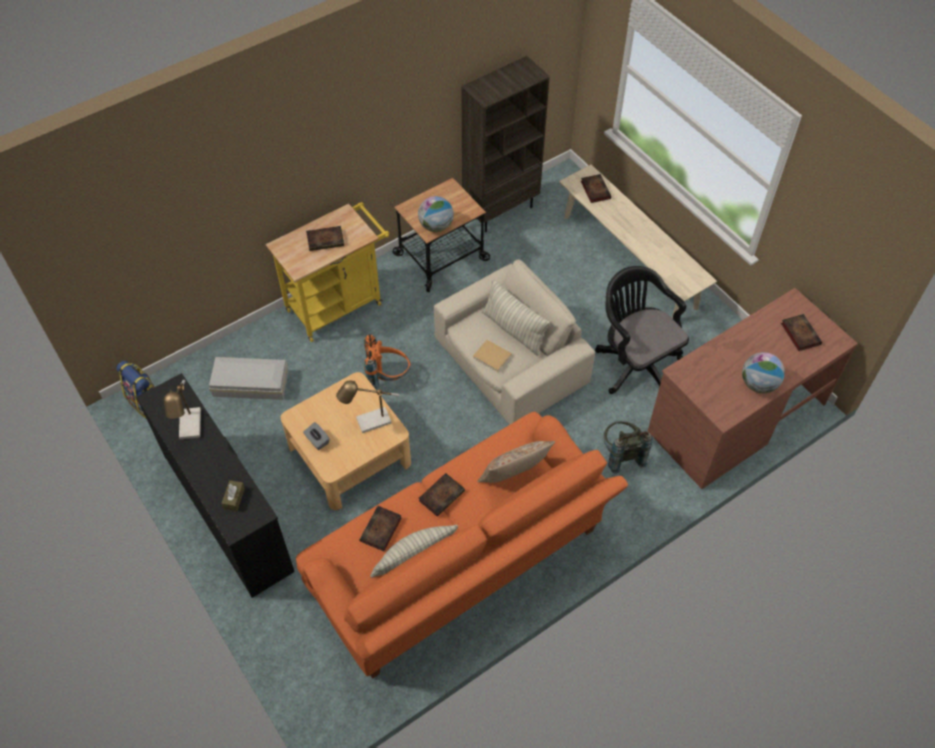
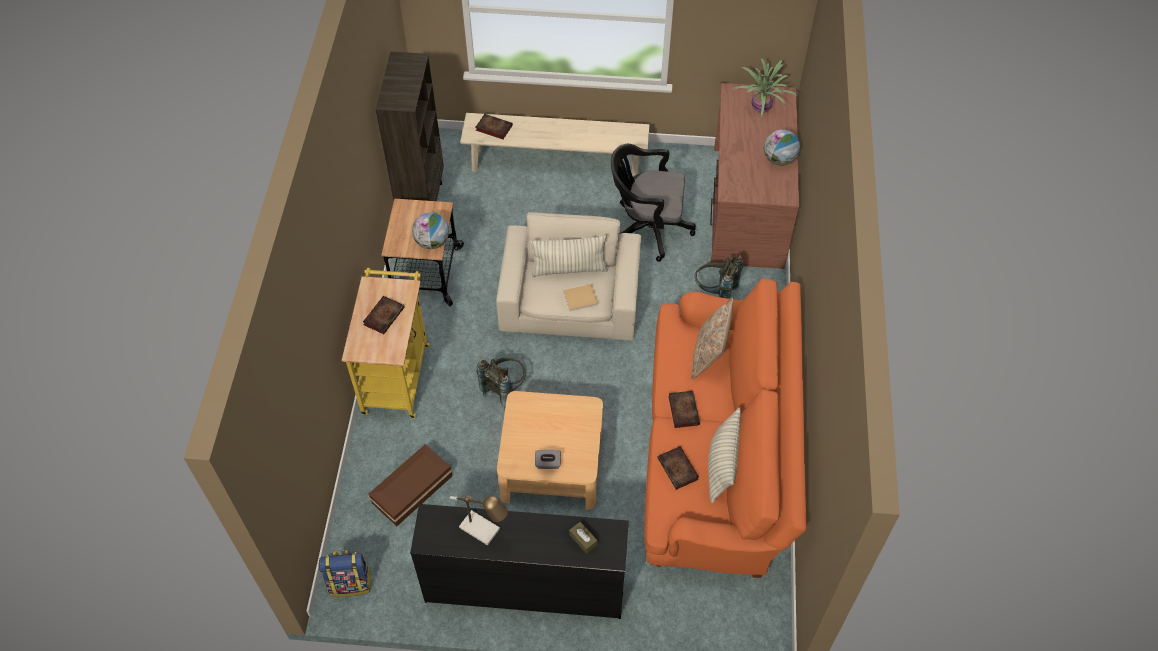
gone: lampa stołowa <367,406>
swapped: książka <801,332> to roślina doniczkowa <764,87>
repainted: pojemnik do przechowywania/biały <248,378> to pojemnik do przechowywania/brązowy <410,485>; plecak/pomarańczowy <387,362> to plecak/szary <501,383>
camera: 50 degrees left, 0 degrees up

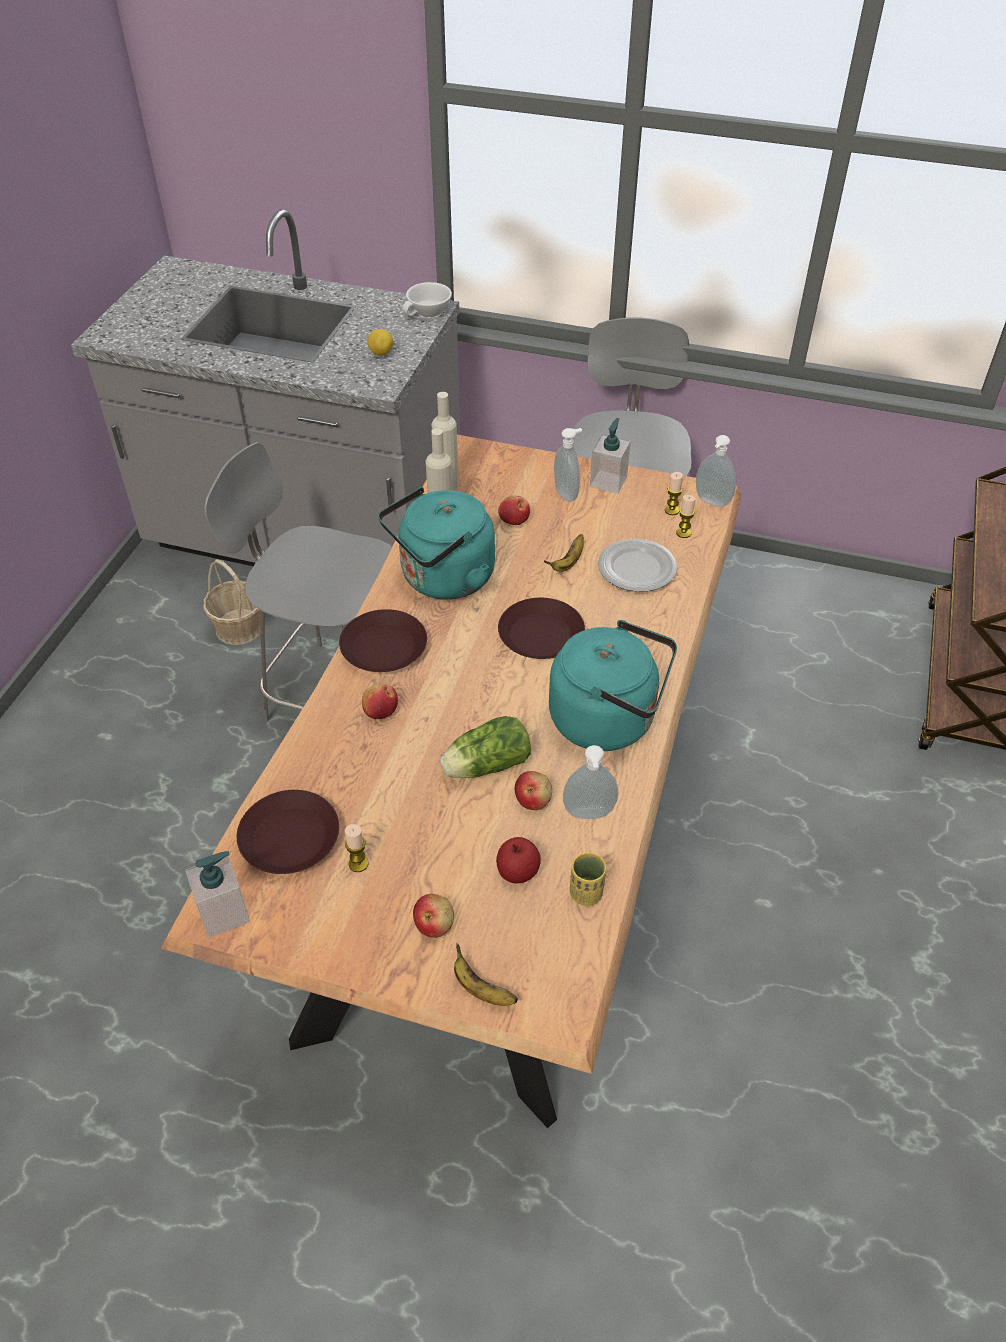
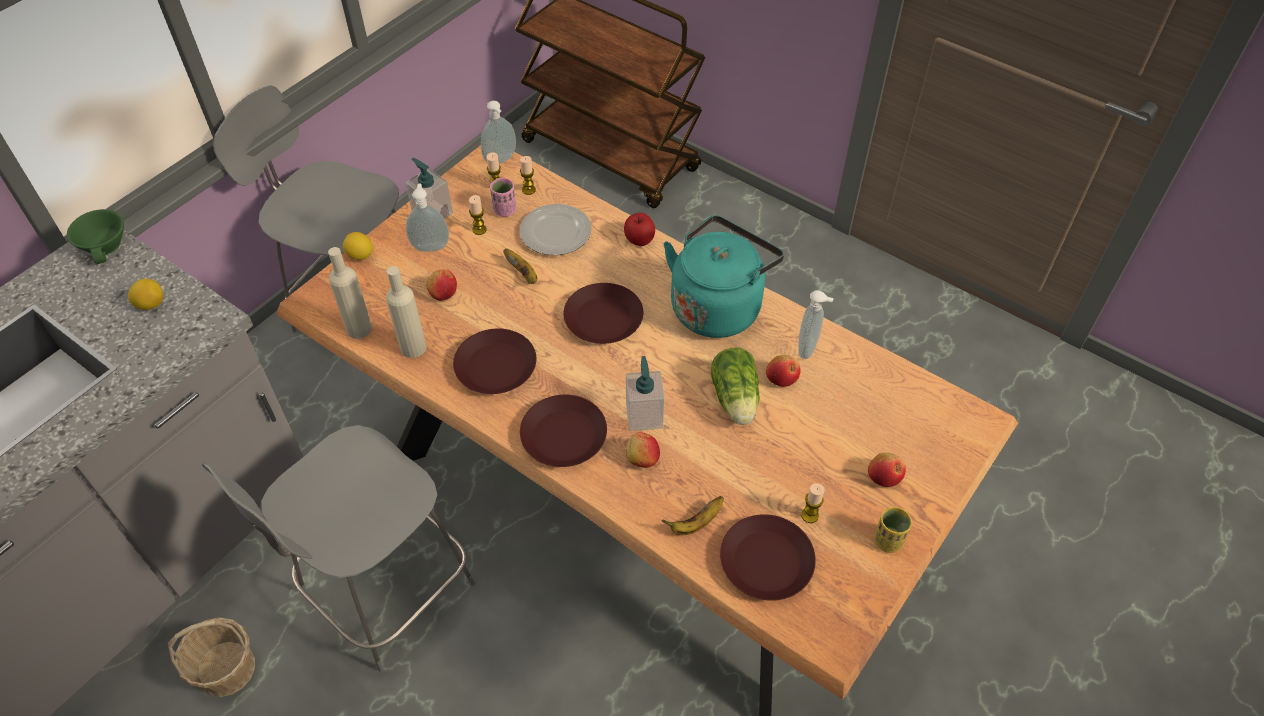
new: cytryna <358,246>; świeca <478,215>; filiżanka/różowy <503,197>
shifted: dozownik mydła <217,894> to <645,393>; banan <486,974> to <692,515>; jabłko <518,860> to <639,229>; filiżanka/żółty <588,879> to <893,530>
swapped: czajnik/turkusowy <436,543> to talerz/brązowy <494,361>
repainted: filiżanka/biały <427,300> to filiżanka/zielony <95,236>
camera: 70 degrees left, 5 degrees up

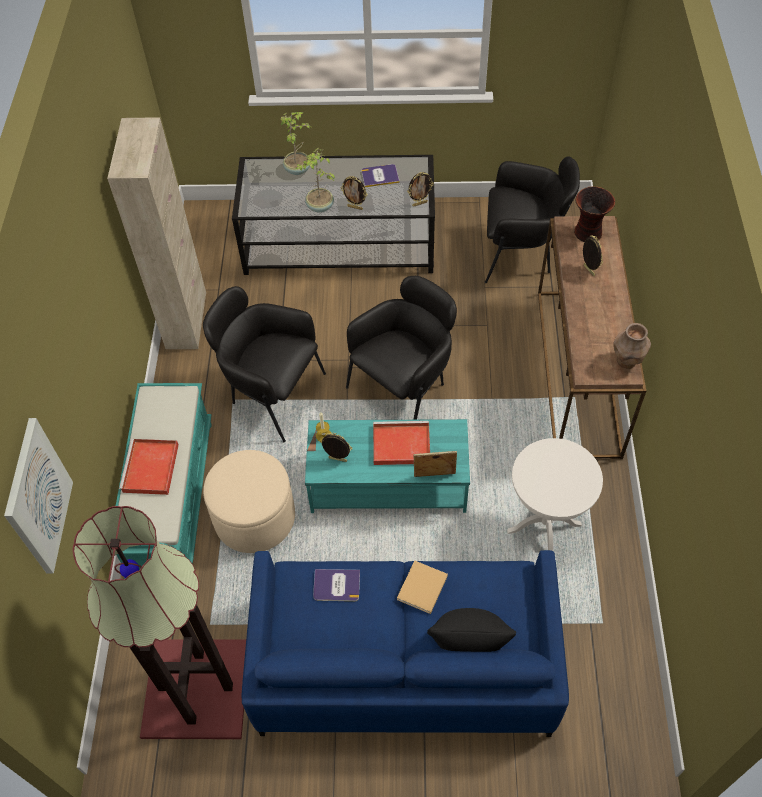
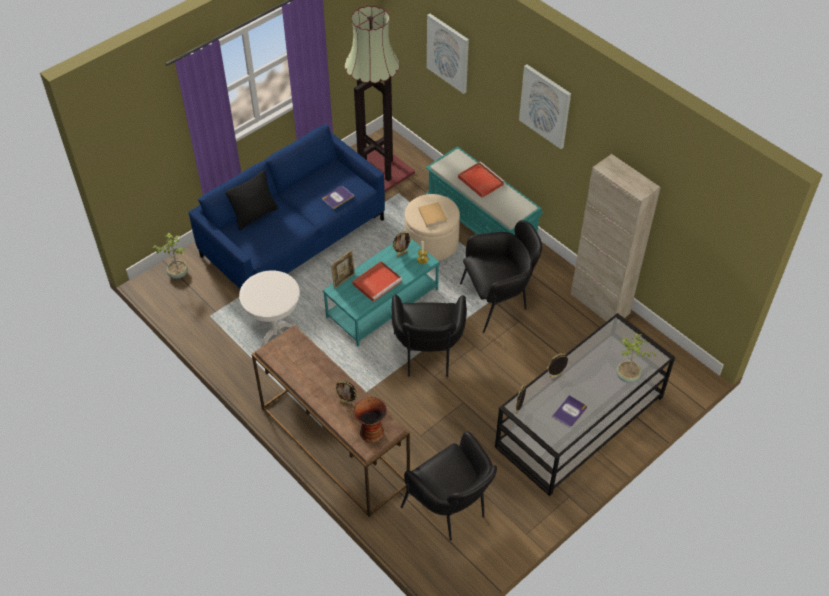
gone: wazon/brązowy <632,346>
new: obraz <545,107>
shifted: roślina doniczkowa <315,180> to <170,256>; książka/beżowy <422,587> to <432,214>
rotated: fotel/czarny <532,219> = <449,486> 90 degrees counterclockwise
camera: 135 degrees right, 5 degrees down

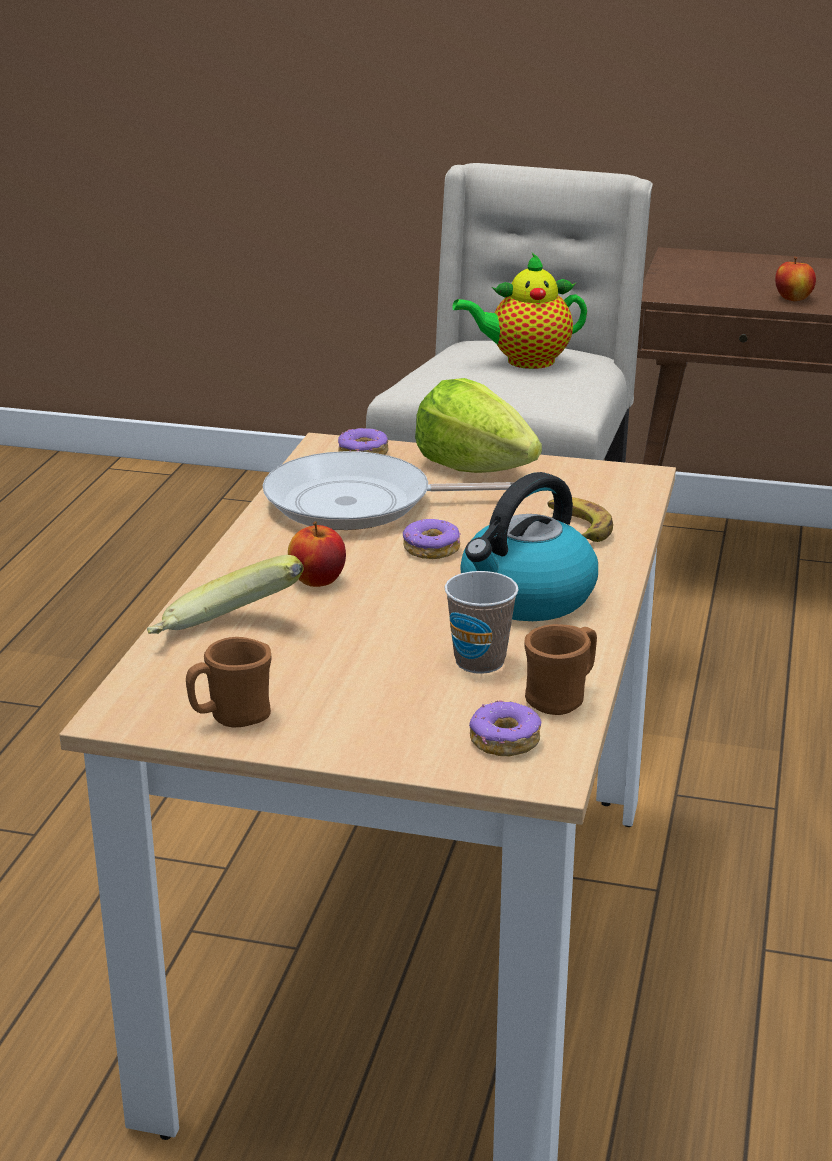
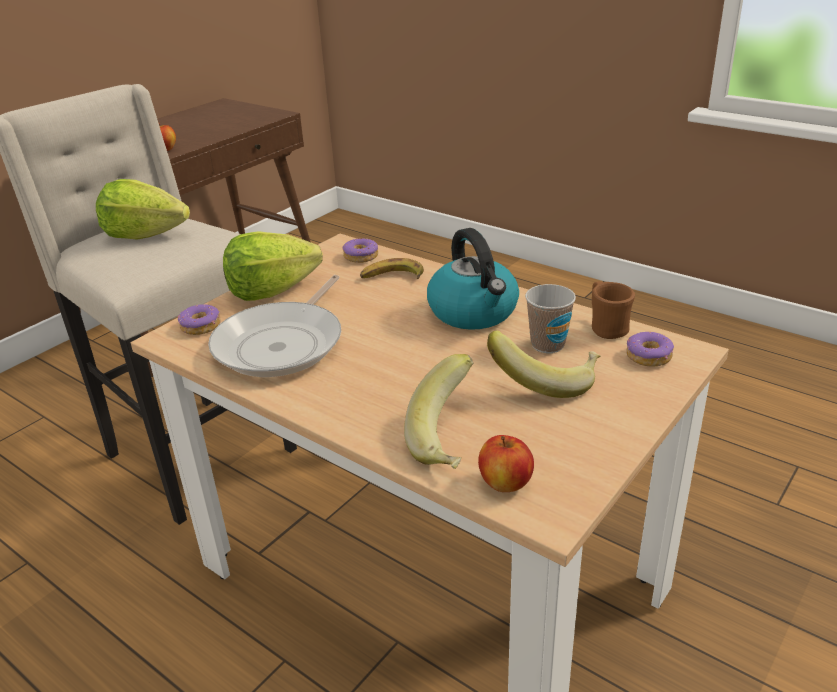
gone: kubek/brązowy <229,682>
new: banan <544,364>
shifted: jabłko <317,554> to <506,463>; donut <432,539> to <360,250>
swapped: imbryk <519,311> to sałata <143,209>
camera: 65 degrees left, 5 degrees up

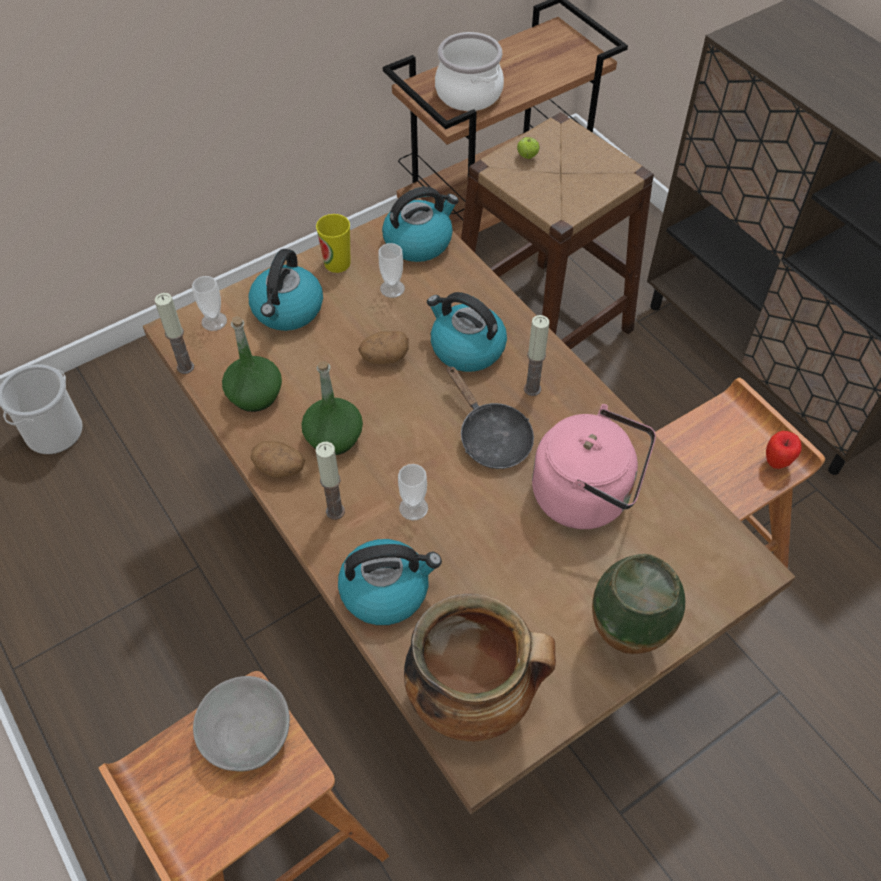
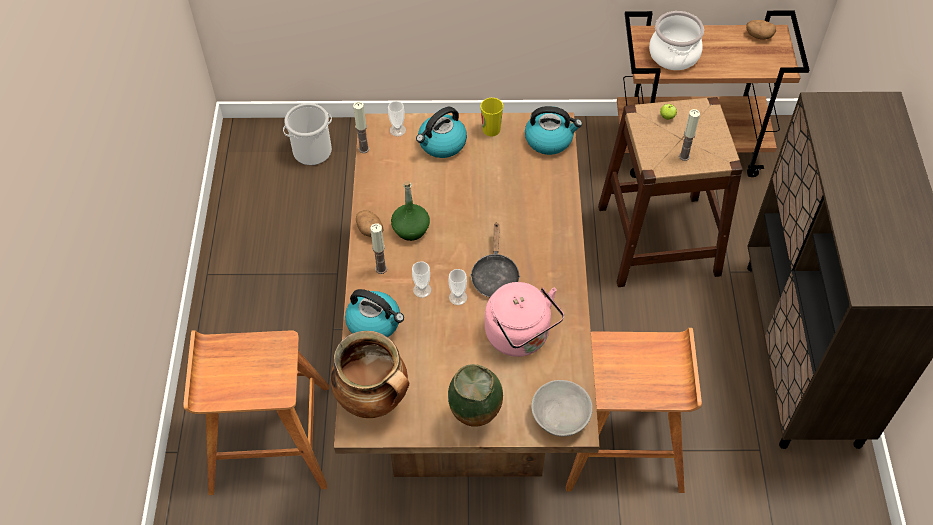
gone: butelka/zielony <252,364>; czajnik <467,332>; jabłko <784,450>
shifted: miska/szary <241,724> to <562,408>; ziemniak <383,347> to <761,30>; filiżanka <391,270> to <458,287>; świeca <536,355> to <689,135>
camera: 35 degrees right, 0 degrees up

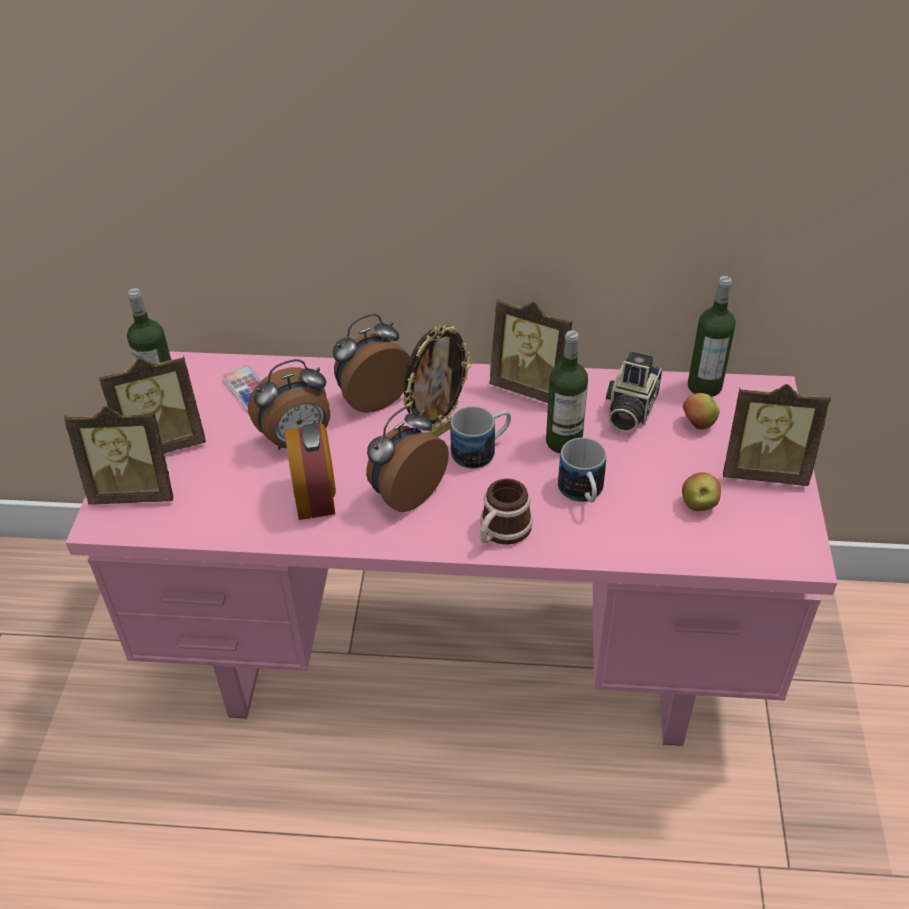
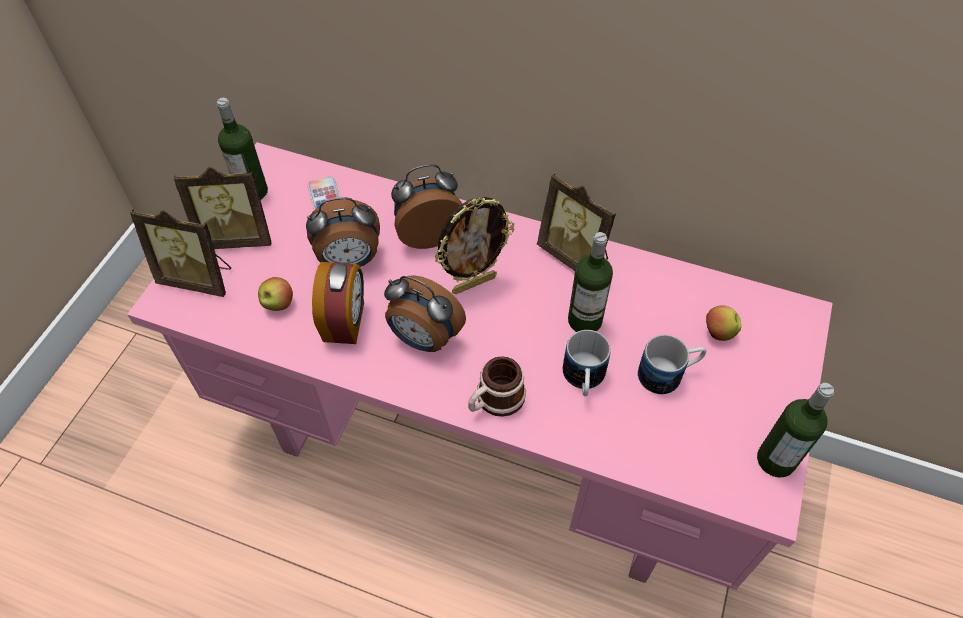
gone: aparat fotograficzny <634,392>; ramka na zdjęcie <777,435>
shifted: kubek <480,437> to <672,364>; jabłko <701,491> to <275,294>; butelka <712,336> to <795,430>
rotated: budzik <407,459> = <425,313> 120 degrees counterclockwise
camera: 15 degrees right, 10 degrees up

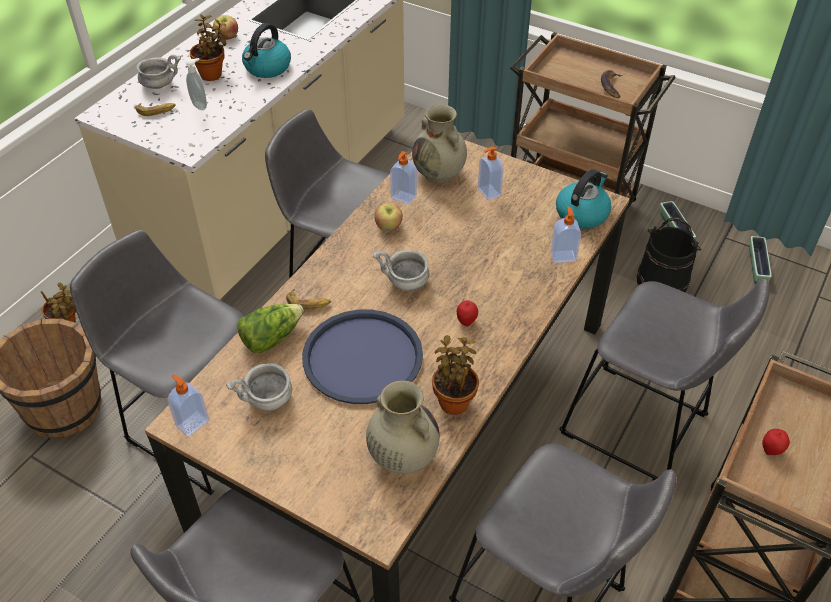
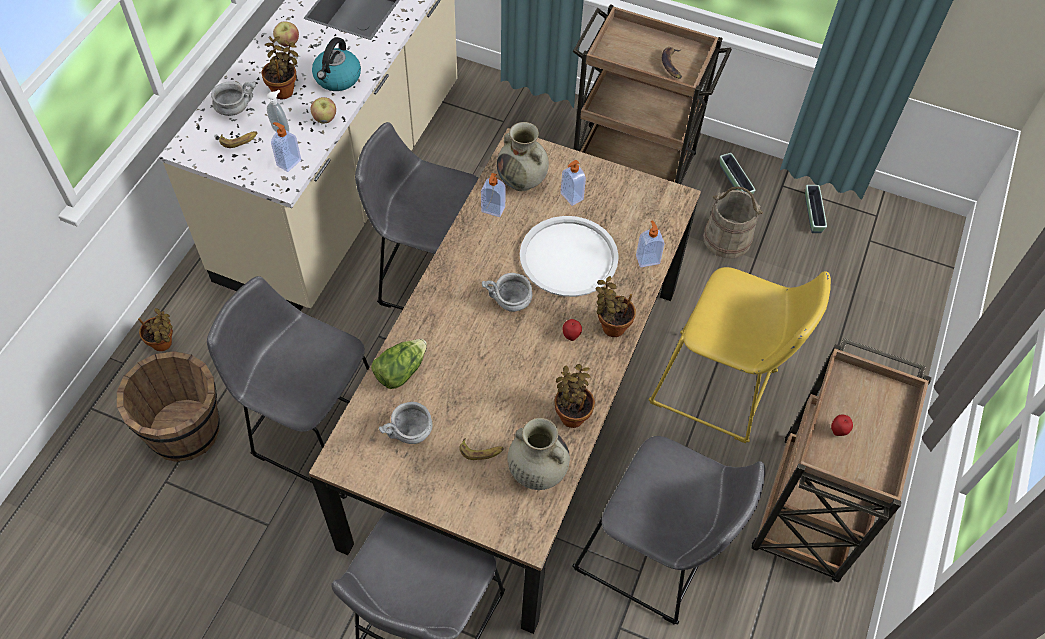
gone: taca/niebieski <362,357>; czajnik <583,199>
new: taca/biały <569,256>; roślina doniczkowa <616,306>
shifted: dozownik mydła <188,405> to <286,147>; banan <308,299> to <481,449>; jabłko <388,217> to <323,110>
repainted: stołek/szary <664,380> to stołek/żółty <739,355>; wiadro/czarny <669,255> to wiadro/beżowy <733,222>
camera: 10 degrees left, 10 degrees up

